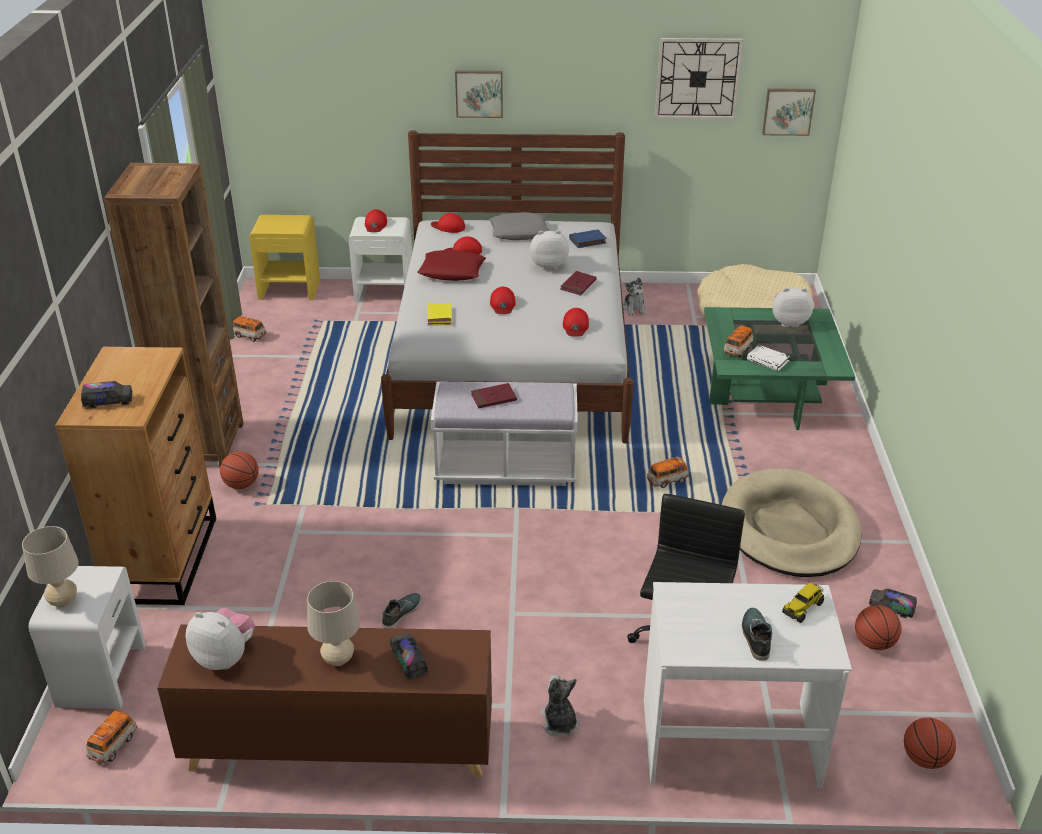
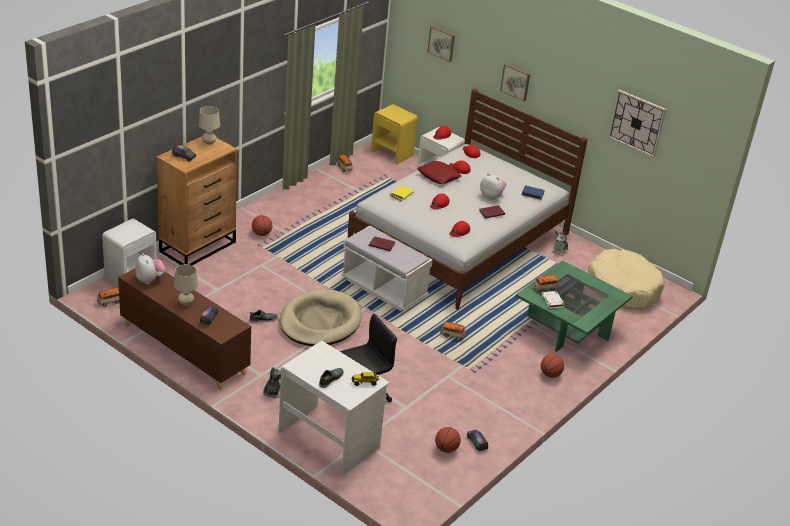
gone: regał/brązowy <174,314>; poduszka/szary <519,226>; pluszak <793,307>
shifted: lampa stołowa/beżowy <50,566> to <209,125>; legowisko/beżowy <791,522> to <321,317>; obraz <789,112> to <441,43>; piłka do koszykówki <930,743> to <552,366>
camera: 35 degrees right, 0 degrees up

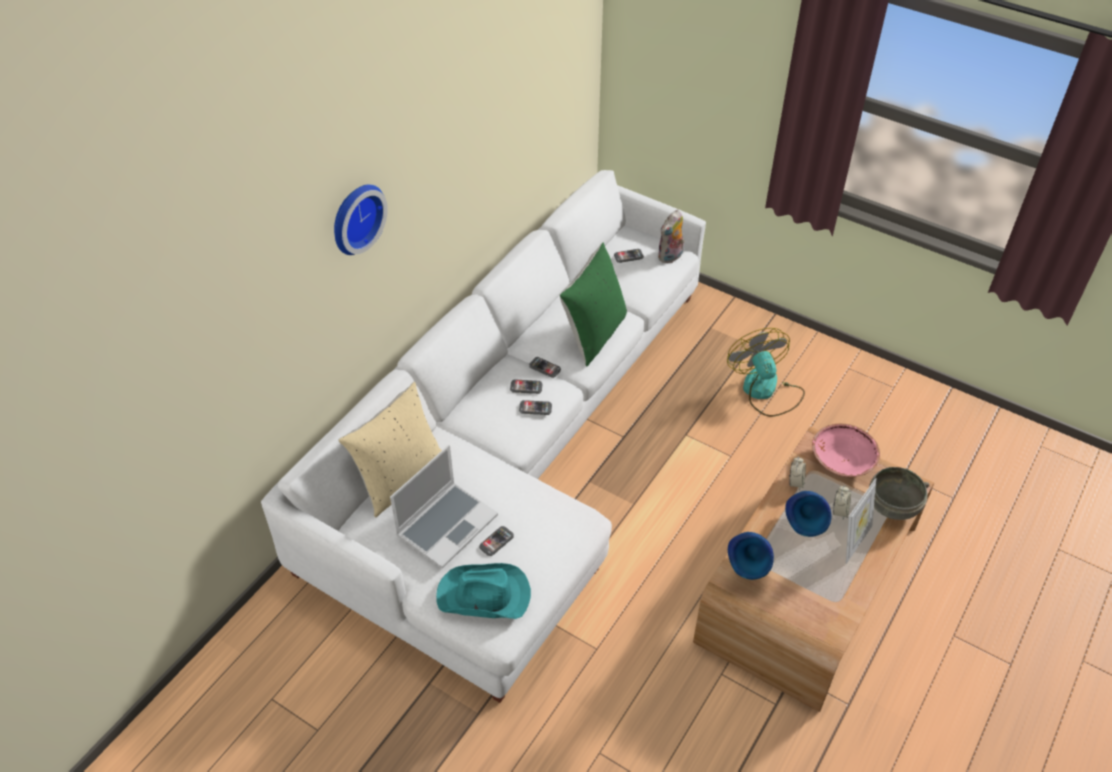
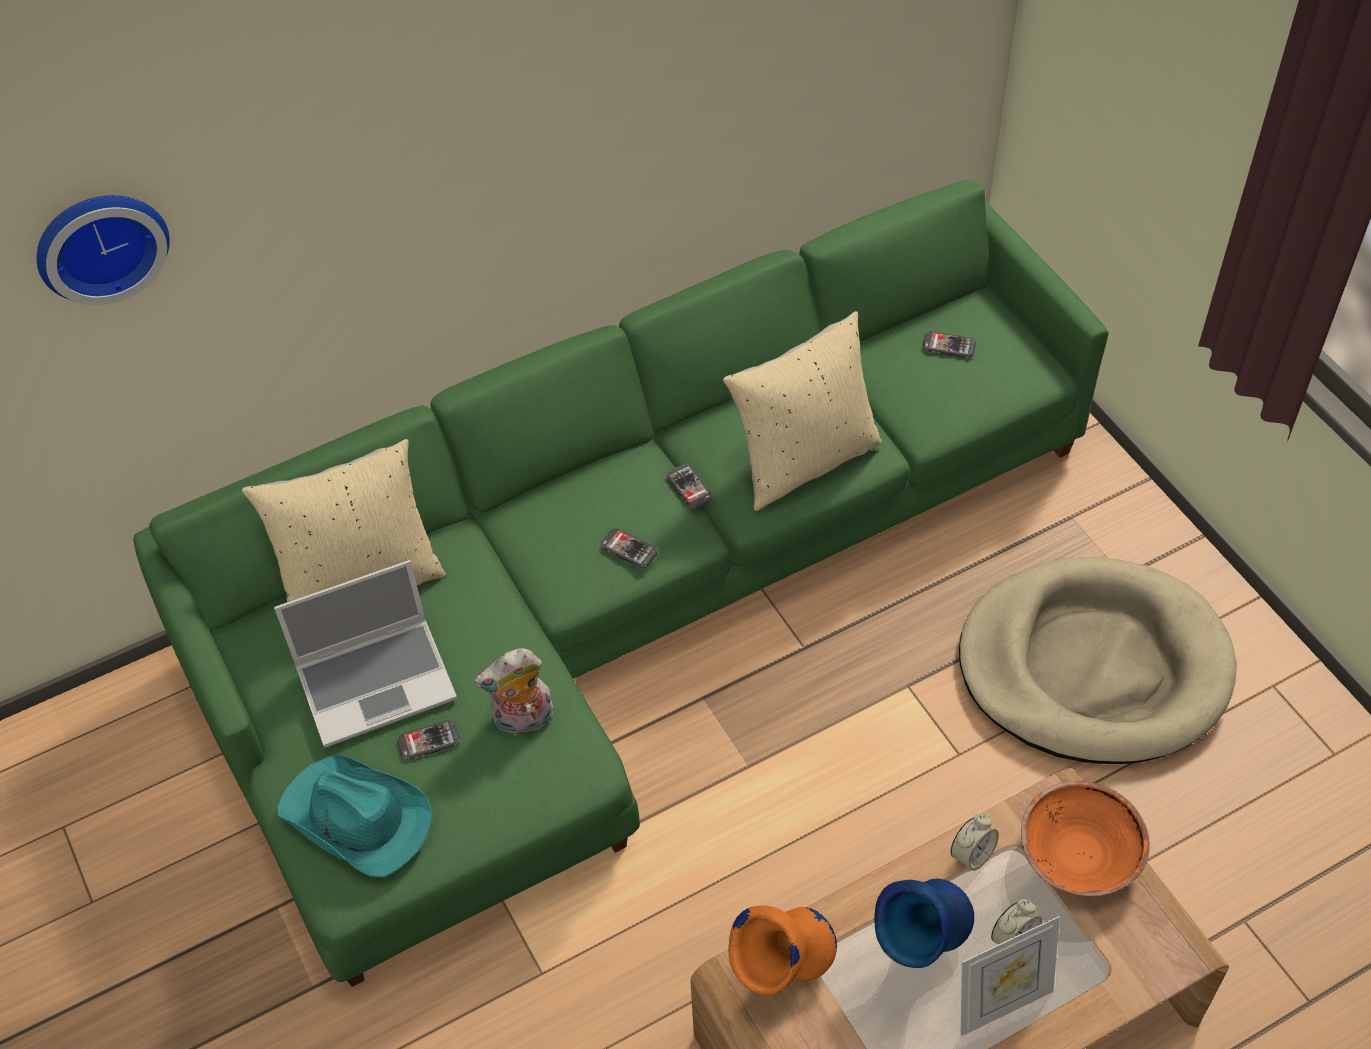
gone: telefon <526,386>; miska/szary <899,493>
shifted: zegar ścienny <361,220> to <103,250>; pluszak <671,236> to <513,691>
swapped: wentylator <766,372> to legowisko/beżowy <1098,660>
repainted: kanapa/biały <483,436> to kanapa/zielony <621,583>; poduszka/zielony <593,304> to poduszka/beżowy <802,411>; wazon/niebieski <751,556> to wazon/pomarańczowy <782,950>; miska/różowy <846,450> to miska/pomarańczowy <1085,838>
camera: 30 degrees right, 5 degrees up

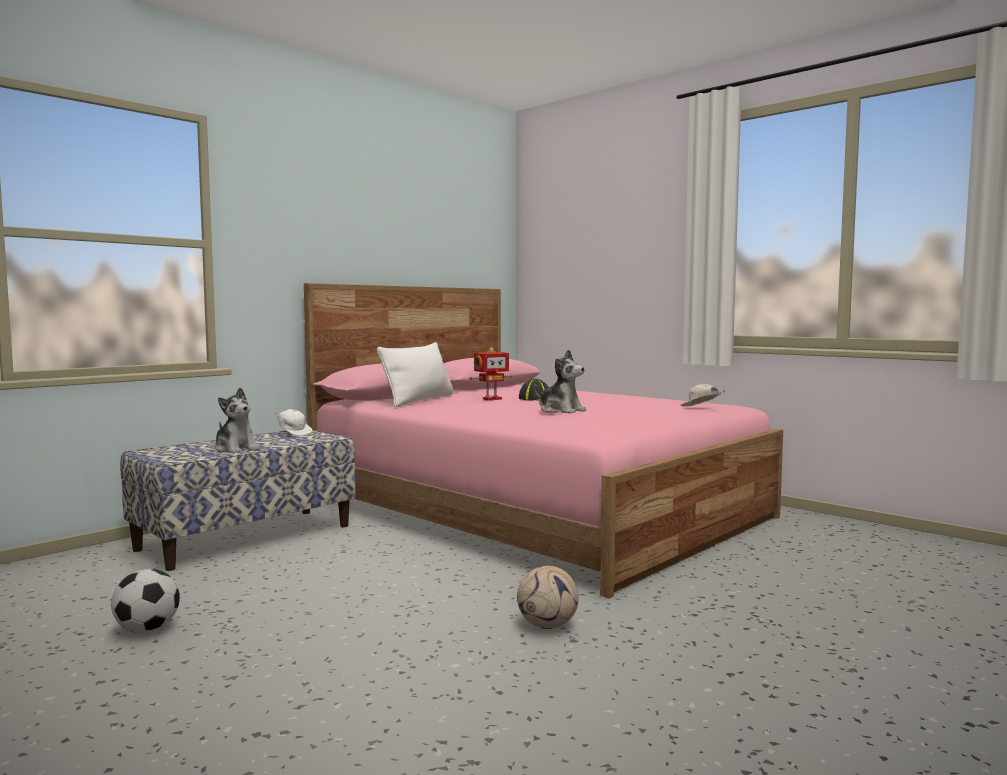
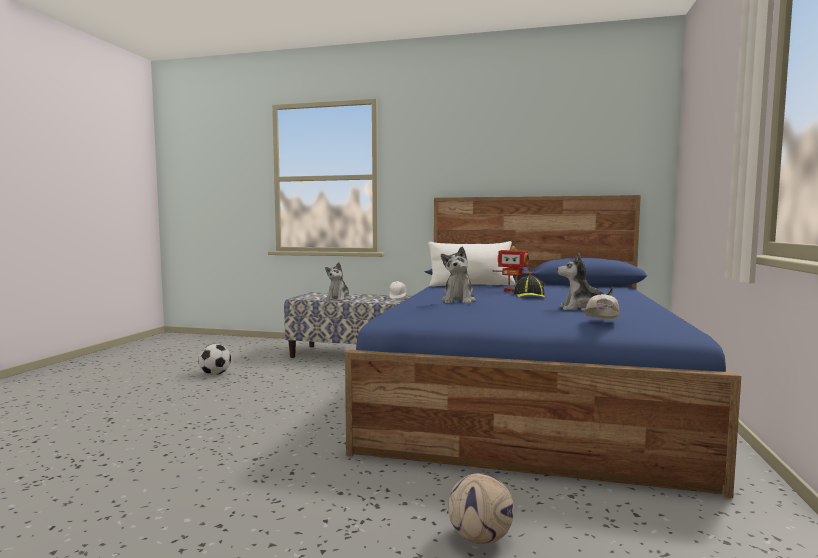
new: pluszak <585,282>
shifted: piłka futbolowa <548,597> to <481,508>
repainted: łóżko/różowy <543,441> to łóżko/niebieski <543,346>
camera: 60 degrees right, 0 degrees up

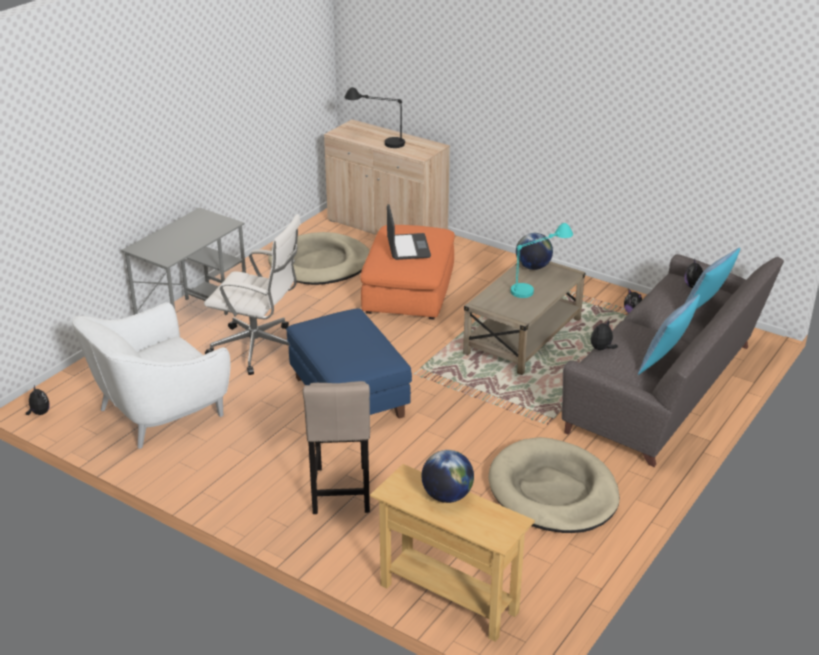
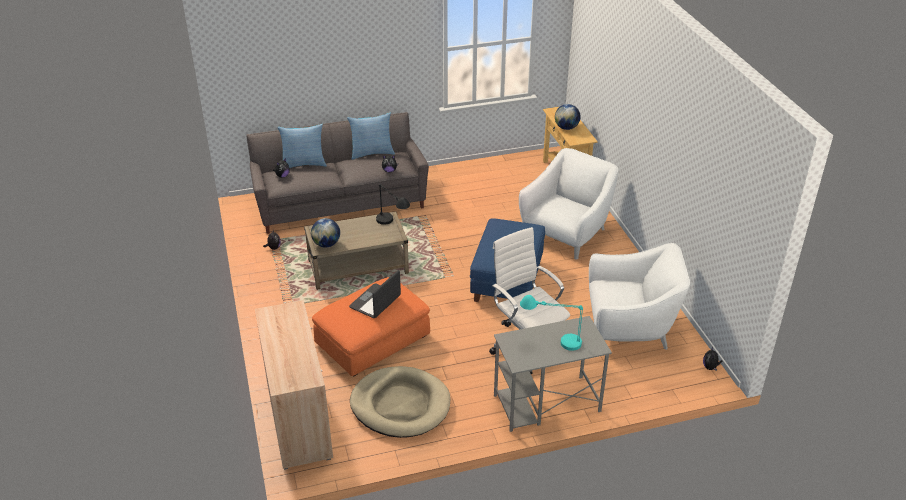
gone: legowisko/beżowy <554,485>
shifted: lampa stołowa/czarny <374,117> to <393,204>; lampa stołowa/turkusowy <542,260> to <551,323>
swapped: stołek/beżowy <336,447> to fotel/biały <568,204>
camera: 140 degrees left, 5 degrees up

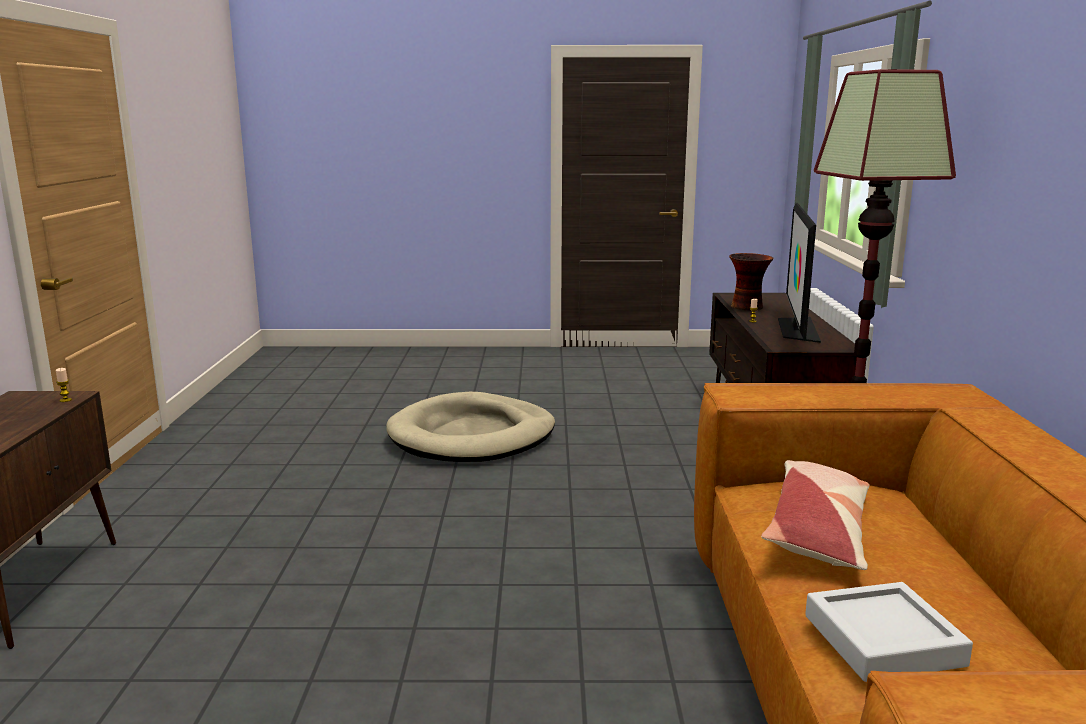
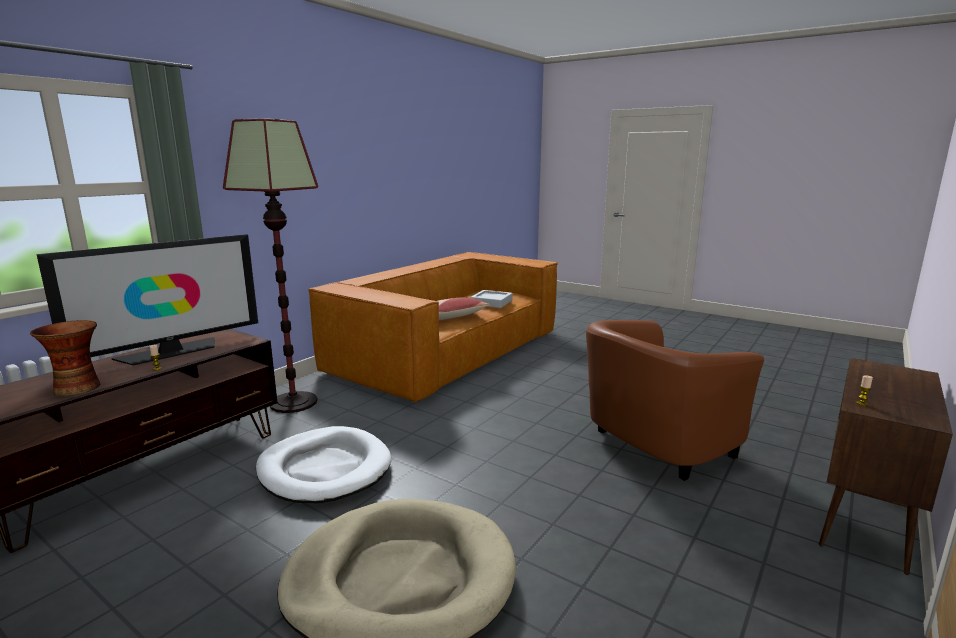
new: legowisko/biały <323,464>; fotel/brązowy <675,400>
camera: 145 degrees left, 0 degrees up

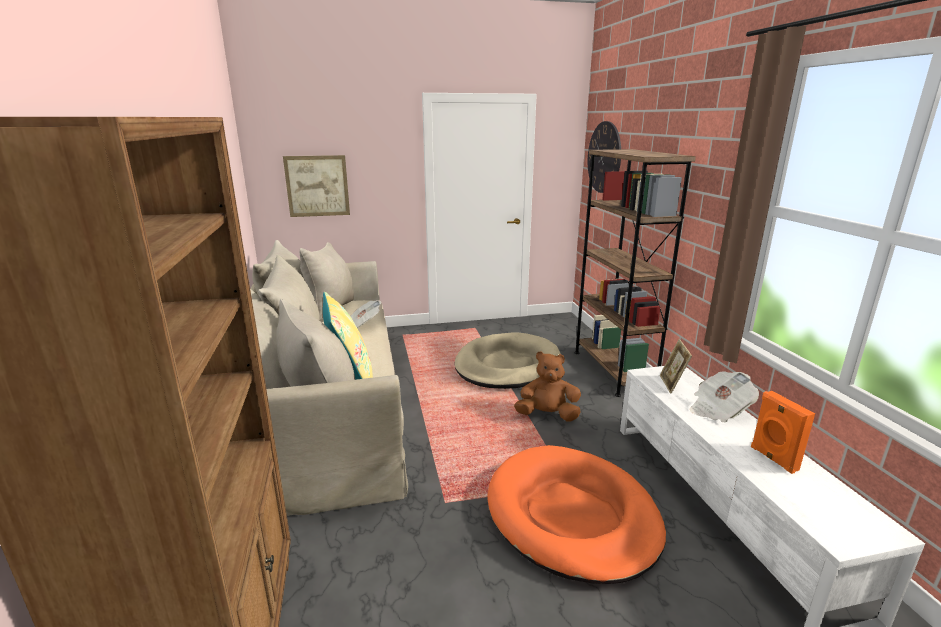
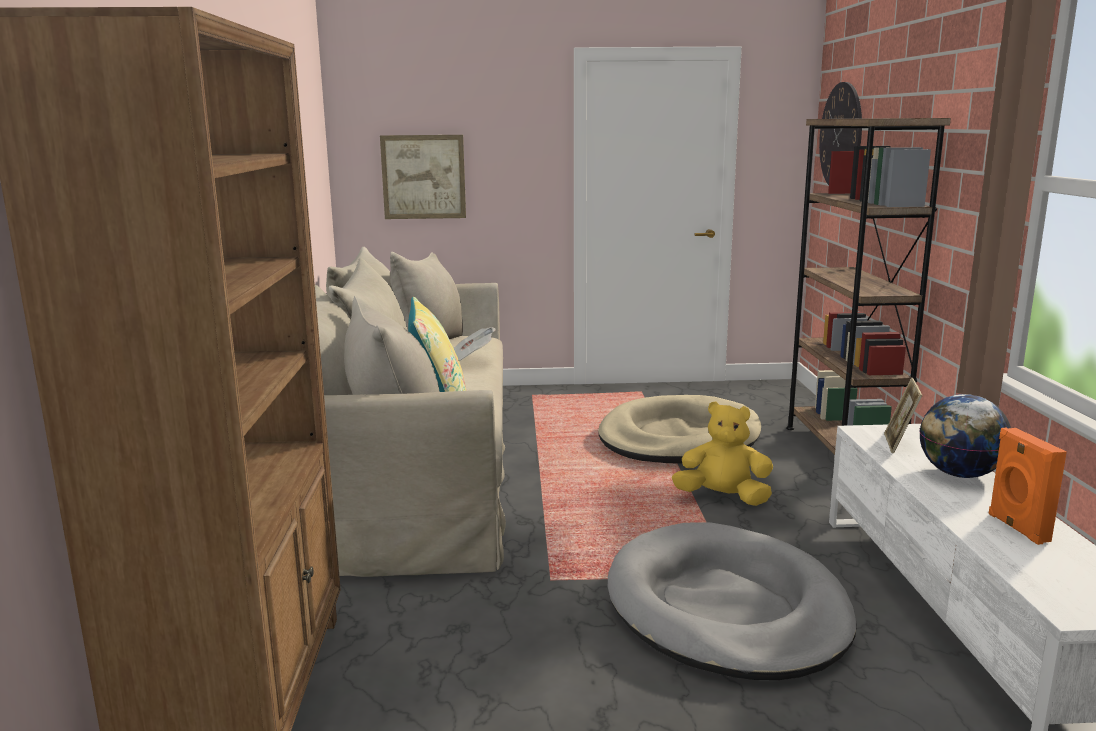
swapped: gazeta <724,397> to globus <965,436>
repainted: legowisko/pomarańczowy <576,514> to legowisko/szary <732,601>; pluszak/brązowy <547,386> to pluszak/żółty <722,454>
camera: 10 degrees right, 5 degrees down

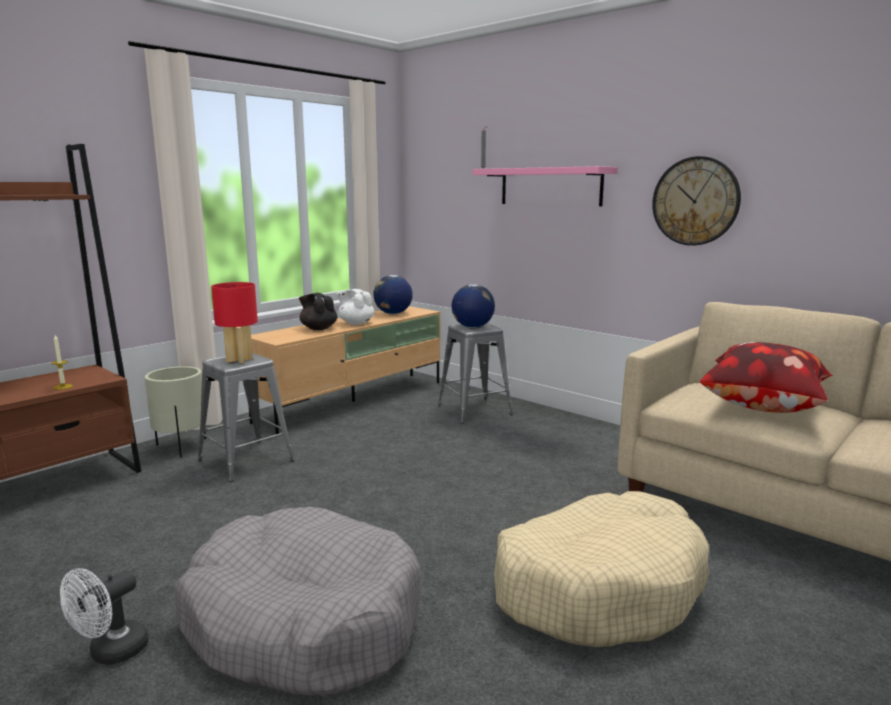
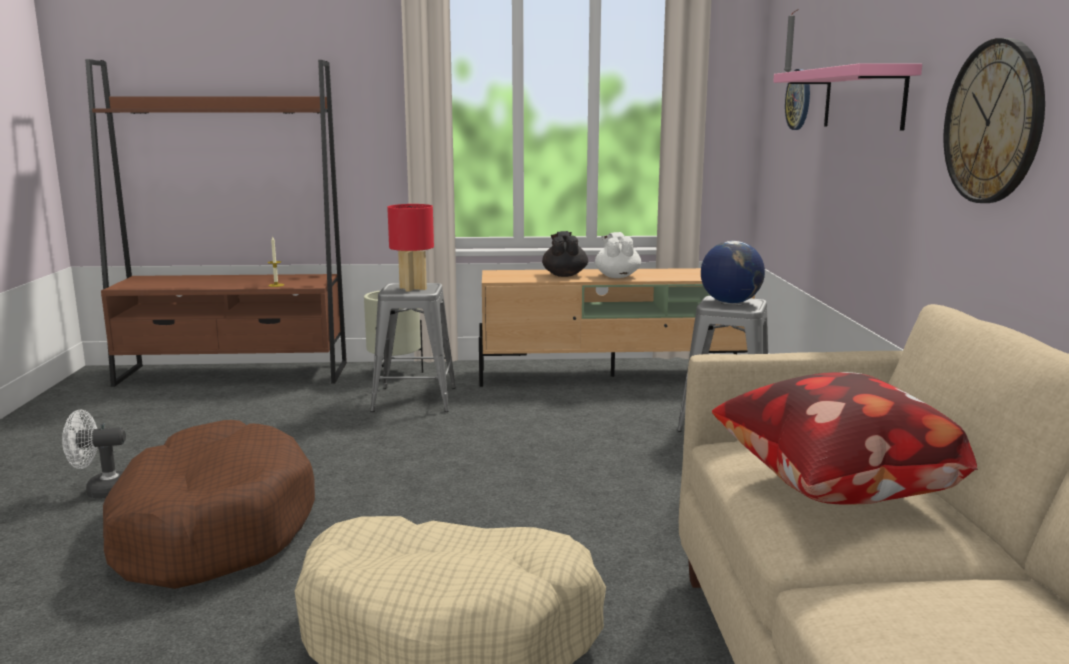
gone: globus <393,294>
new: zegar ścienny <797,99>
repainted: legowisko/szary <298,602> to legowisko/brązowy <209,504>
camera: 45 degrees right, 0 degrees up

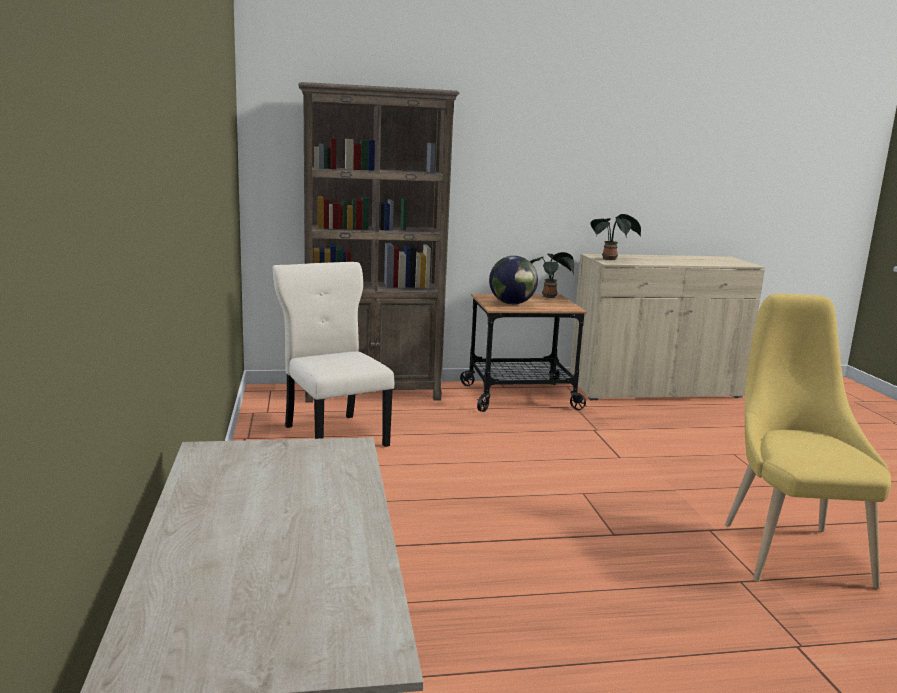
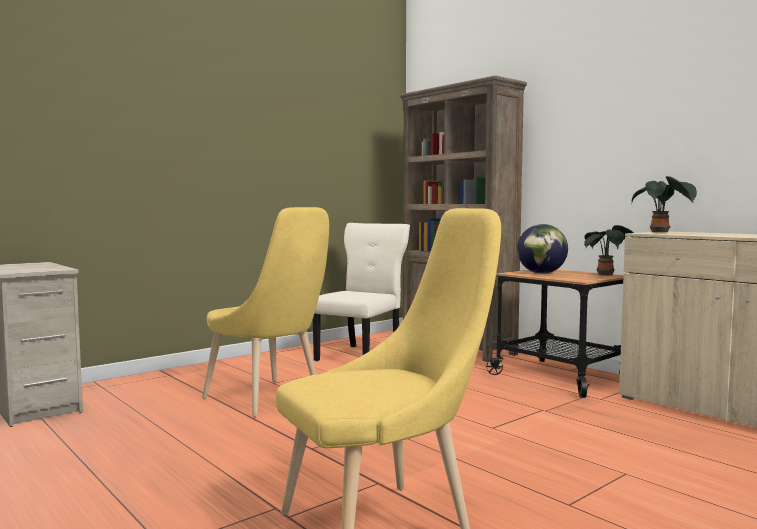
new: krzesło/żółty <265,312>
camera: 60 degrees right, 10 degrees down

